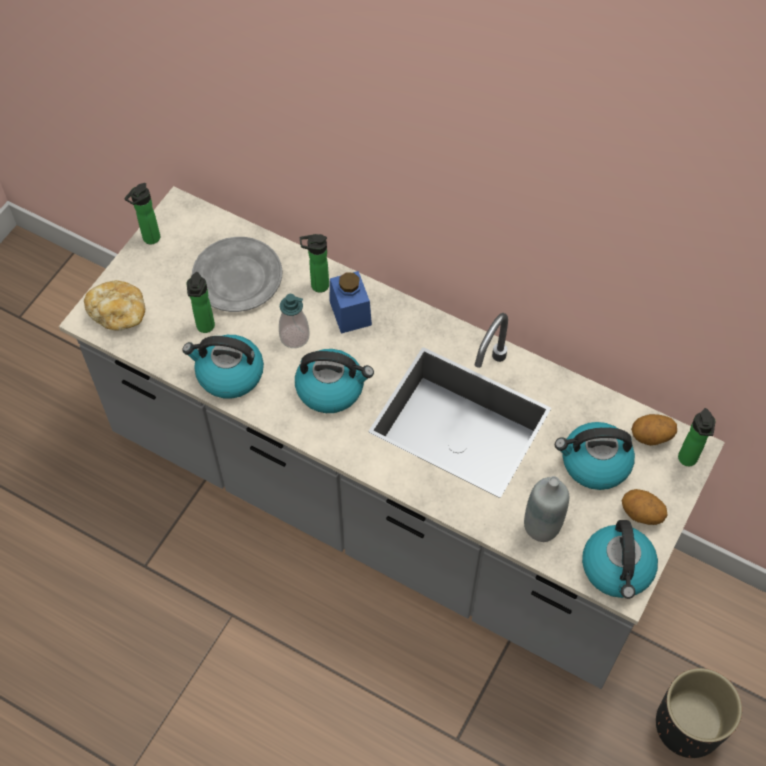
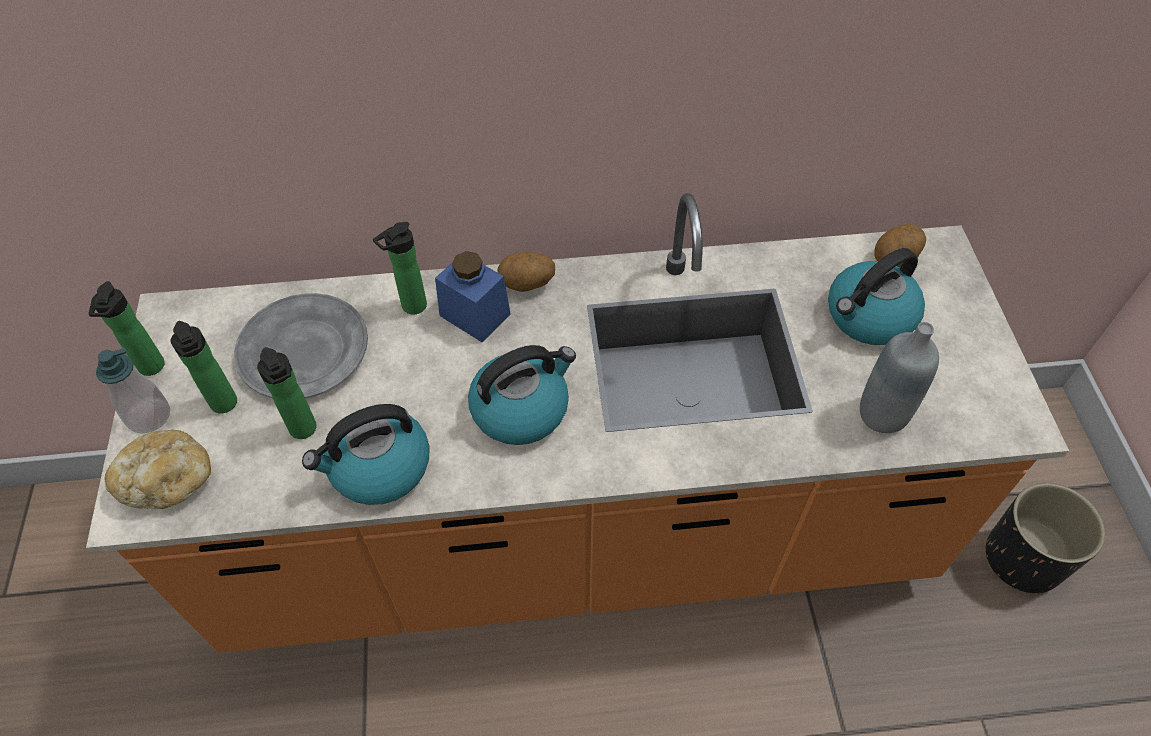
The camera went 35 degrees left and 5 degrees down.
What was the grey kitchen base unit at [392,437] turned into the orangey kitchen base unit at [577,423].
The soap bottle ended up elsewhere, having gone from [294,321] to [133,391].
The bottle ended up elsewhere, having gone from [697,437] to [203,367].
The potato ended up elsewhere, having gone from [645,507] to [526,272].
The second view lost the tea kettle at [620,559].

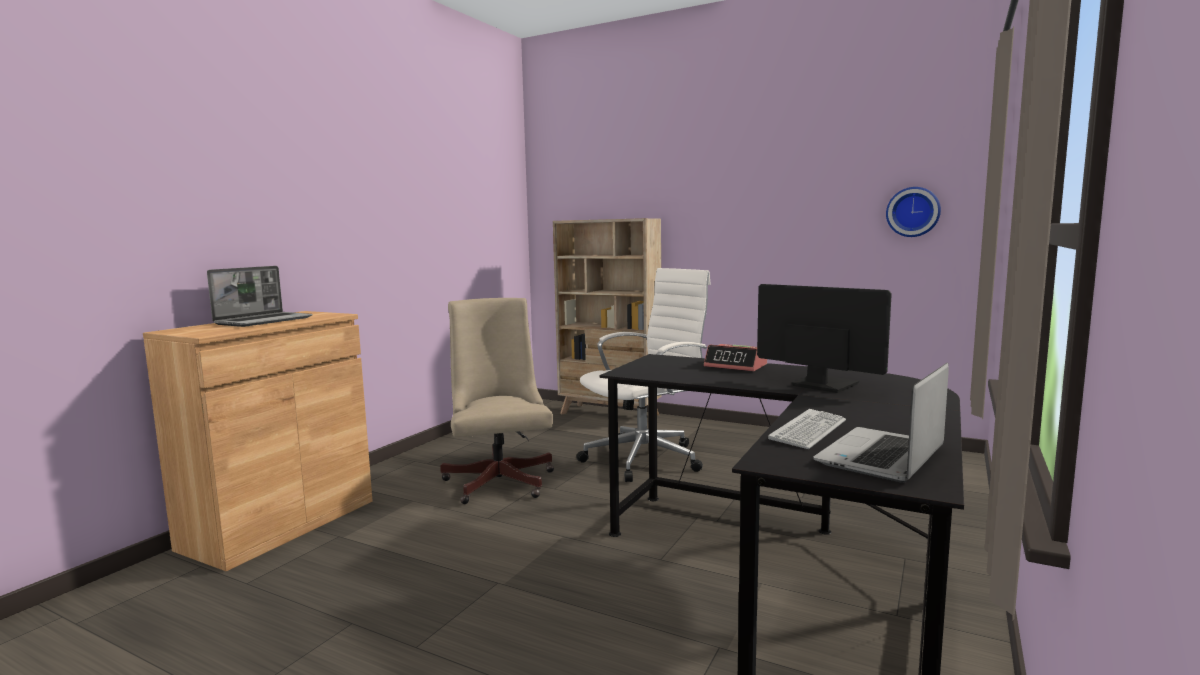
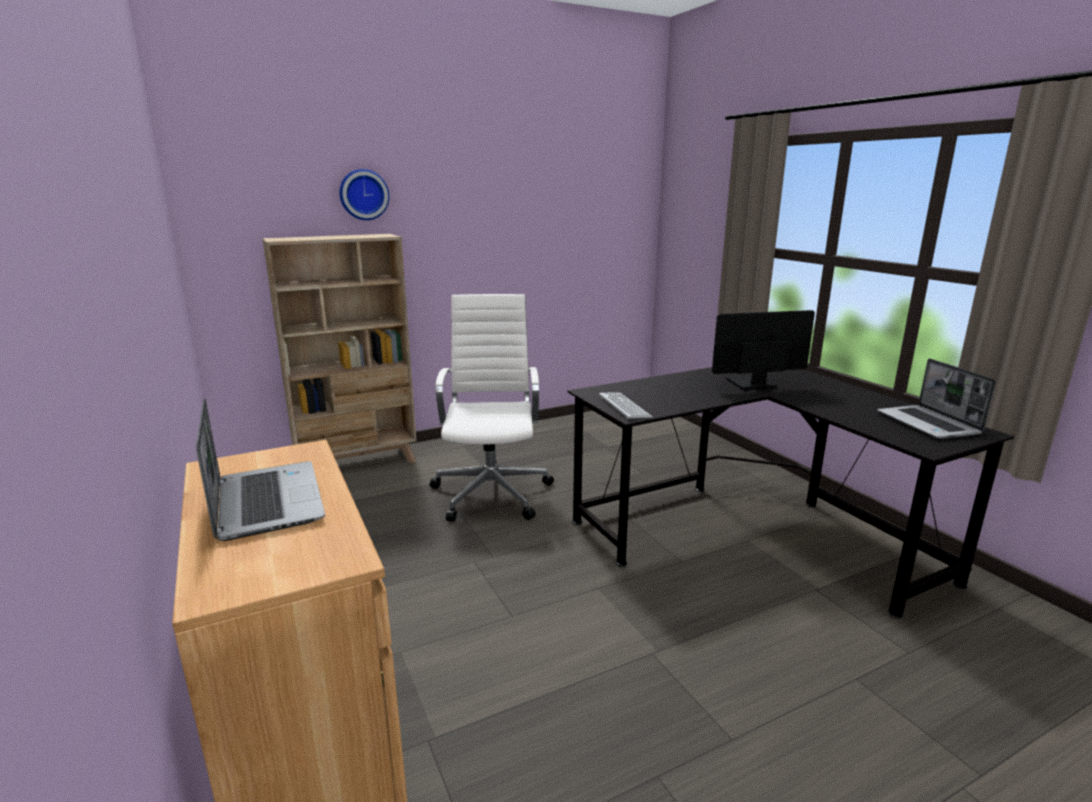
The camera went 55 degrees left and 10 degrees up.
The wall clock ended up elsewhere, having gone from [913,212] to [364,194].
The keyboard ended up elsewhere, having gone from [807,429] to [626,405].
The second view lost the beige office chair at [497,401].
The second view lost the bedside clock at [735,357].

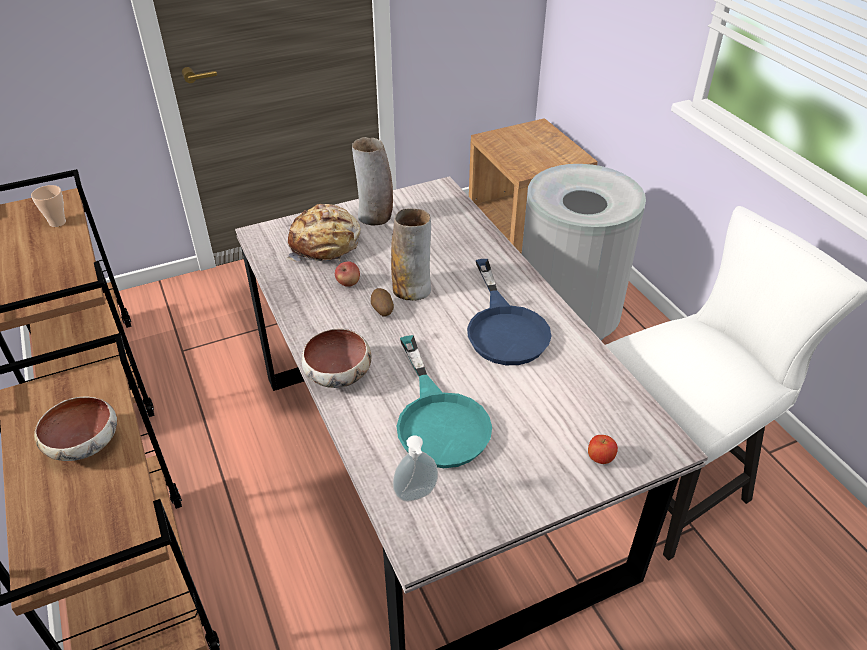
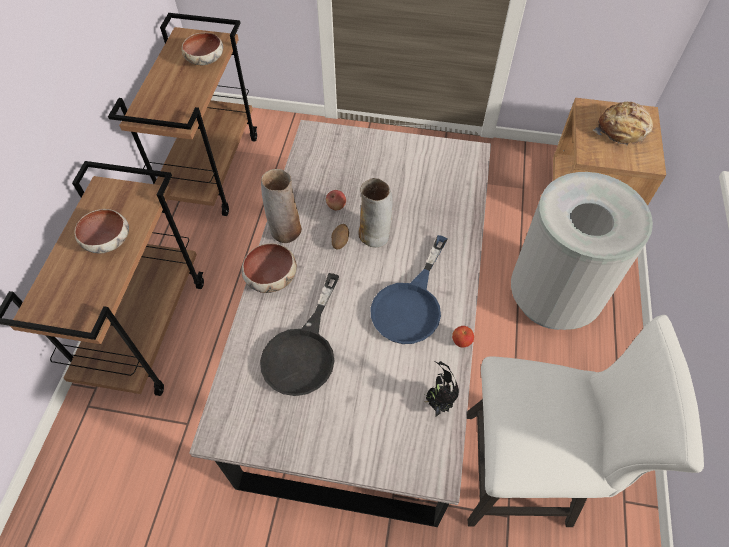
The camera went 35 degrees right and 15 degrees up.
Where the drinking cup stood at [48,206], the bowl came to stand at [202,49].
What was the turquoise-coloured skillet at [444,401] turned into the black-coloured skillet at [299,334].
The decorative vase ended up elsewhere, having gone from [372,181] to [281,206].
The second view gained the houseplant at [441,388].
The whole apple ended up elsewhere, having gone from [603,449] to [463,336].
The baked bread ended up elsewhere, having gone from [323,232] to [623,124].
The second view lost the soap bottle at [415,468].

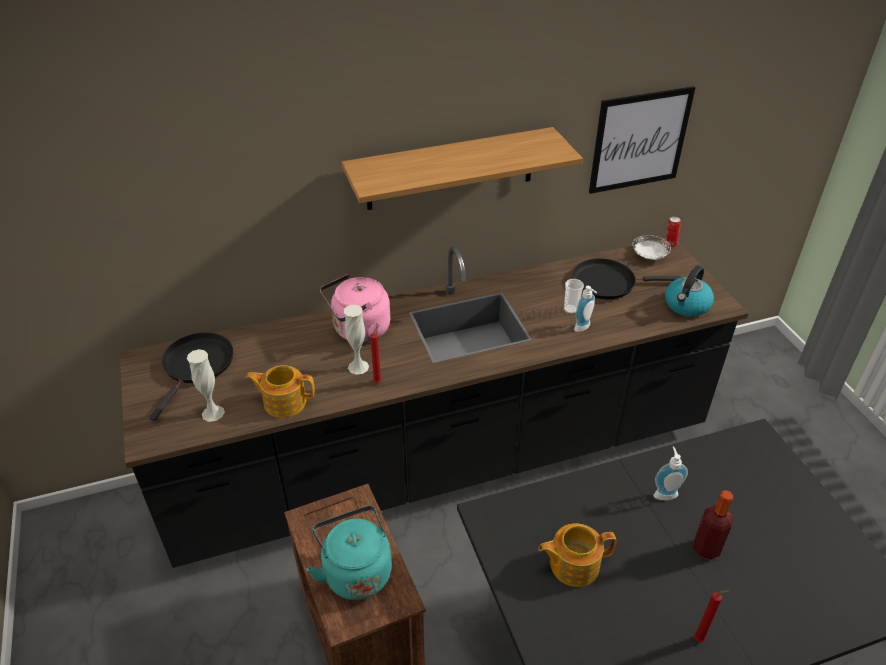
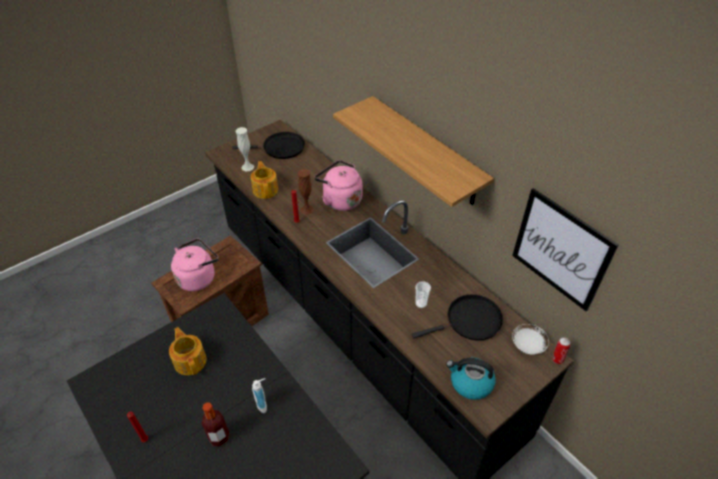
The camera went 70 degrees right and 5 degrees up.
What was the turquoise-coloured tea kettle at [349,553] turned into the pink tea kettle at [194,265].
What was the whitish decorative vase at [356,340] turned into the brown-coloured decorative vase at [306,192].
The black-coloured skillet at [626,278] ended up facing another way, 90 degrees clockwise from before.
The second view lost the soap bottle at [585,309].

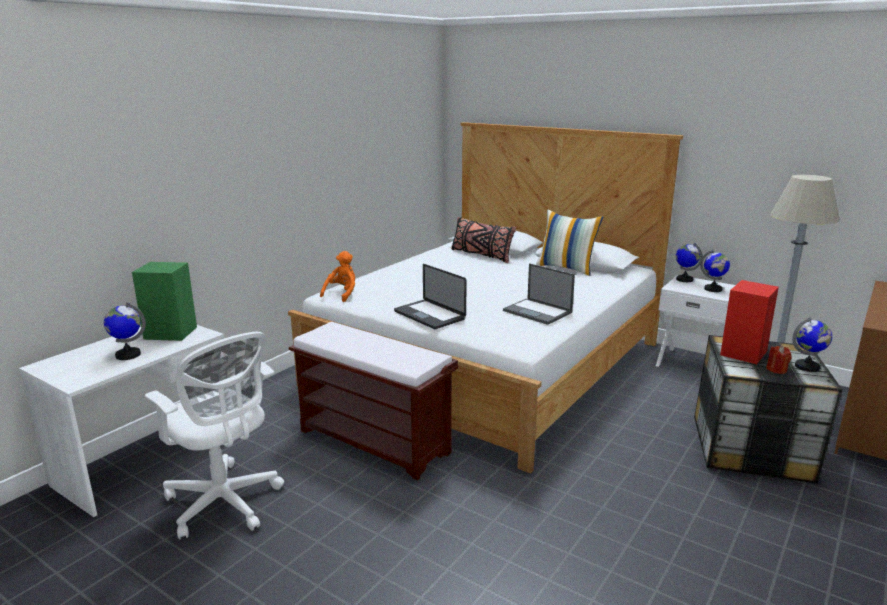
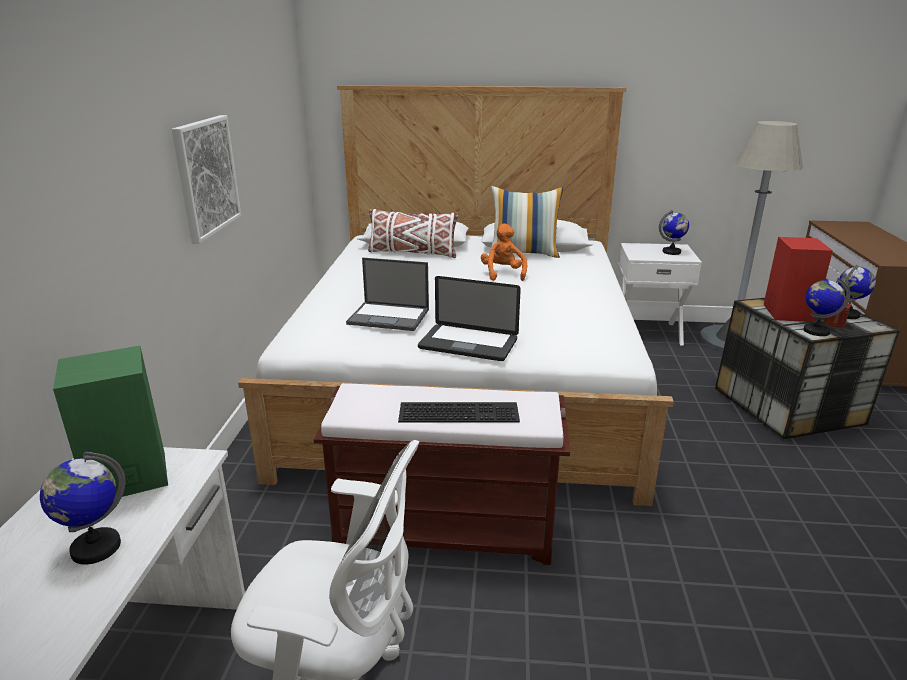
The camera went 30 degrees left and 5 degrees up.
The second view gained the wall picture at [206,179].
The portable computer ended up elsewhere, having gone from [539,294] to [387,294].
What was the black-coloured throw pillow at [483,240] turned into the whitish throw pillow at [413,233].
The second view gained the keyboard at [459,412].
The orangey soft toy ended up elsewhere, having gone from [337,276] to [504,252].
The world globe ended up elsewhere, having gone from [689,262] to [826,307].

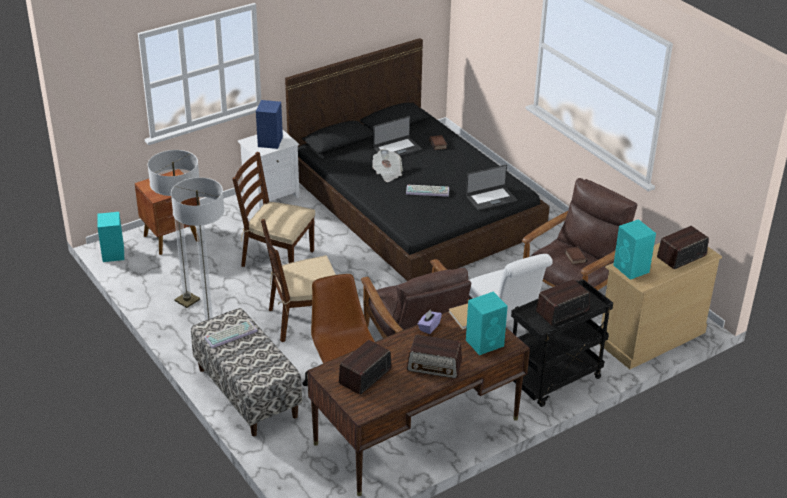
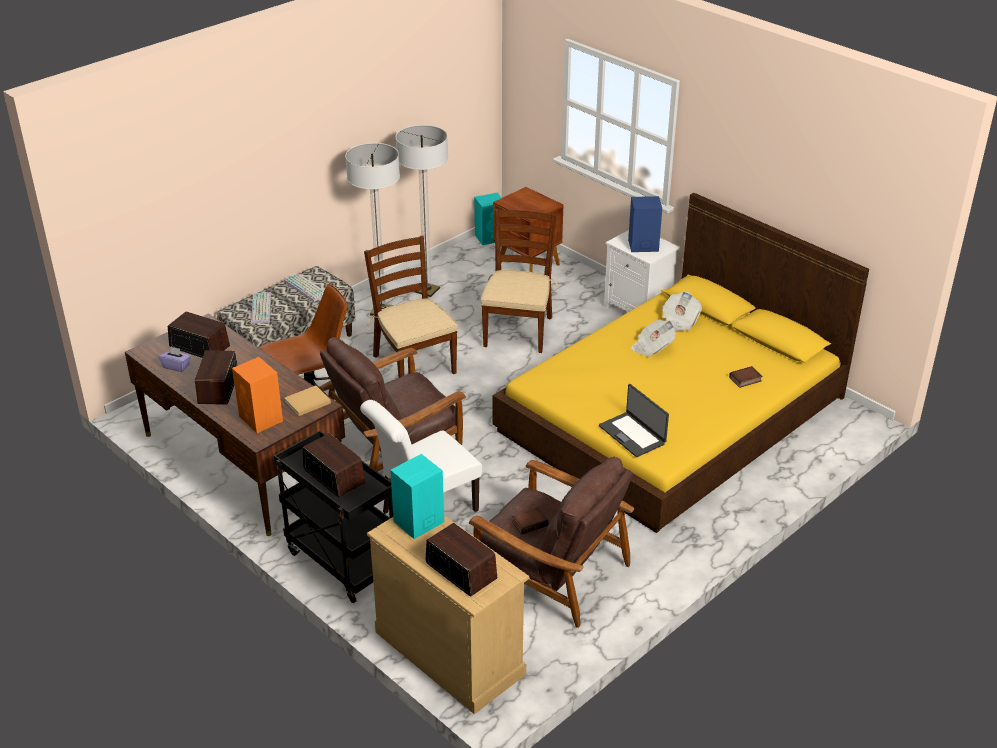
The camera went 80 degrees right and 0 degrees up.
The purple-coloured tissue holder ended up elsewhere, having gone from [430,321] to [175,359].
What was the turquoise-coloured speaker at [487,323] turned into the orangey speaker at [257,395].
The keyboard ended up elsewhere, having gone from [427,191] to [261,308].
What was the black-coloured bedroom bed at [417,159] turned into the yellow bedroom bed at [681,363].
The second view gained the daily paper at [682,311].
The second view lost the portable computer at [397,136].

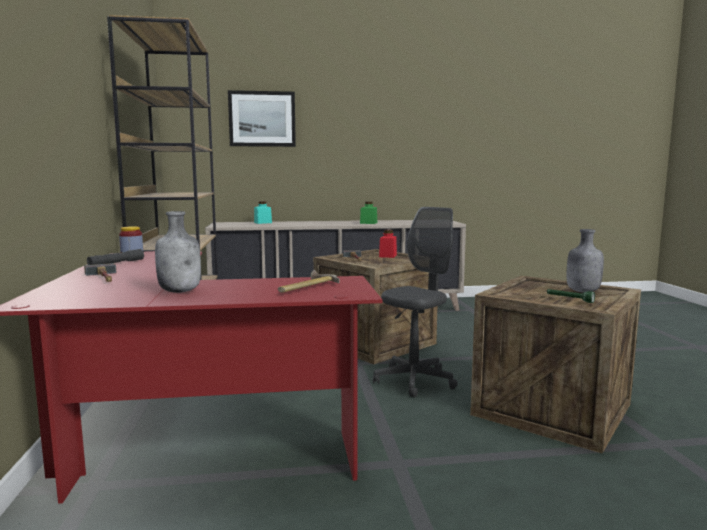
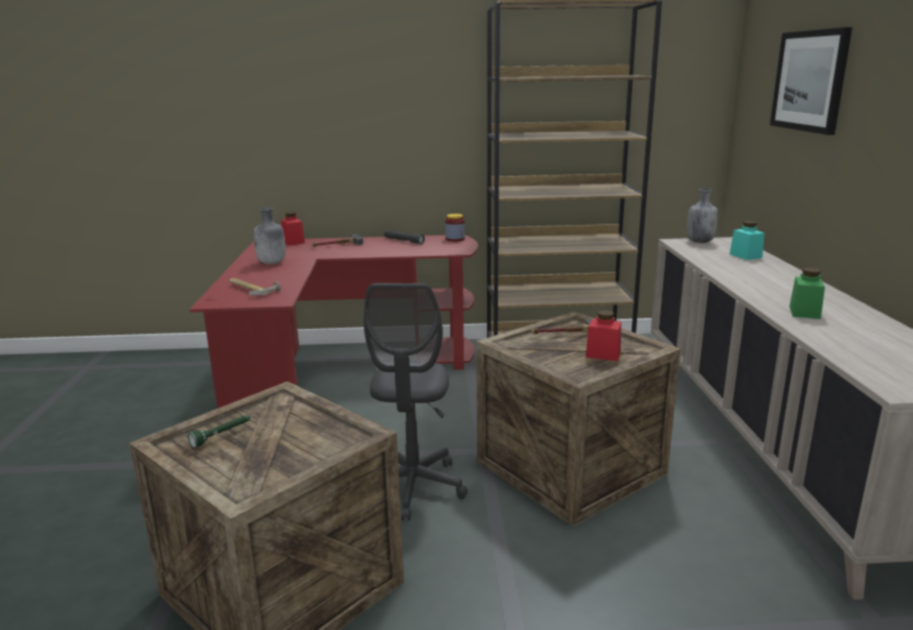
The camera went 95 degrees right and 10 degrees up.
The second view gained the red-coloured jar at [293,228].
The grey office chair at [415,302] ended up facing another way, 45 degrees clockwise from before.
The grey bottle ended up elsewhere, having gone from [585,260] to [702,215].

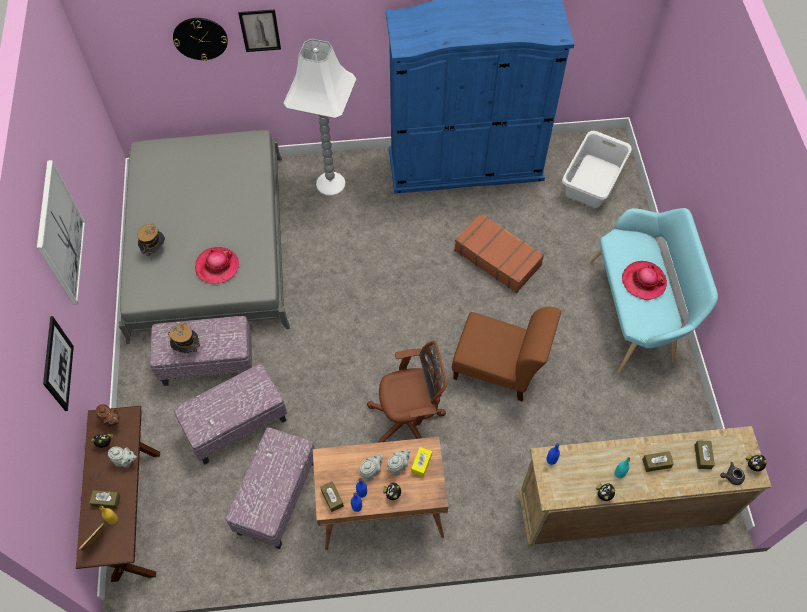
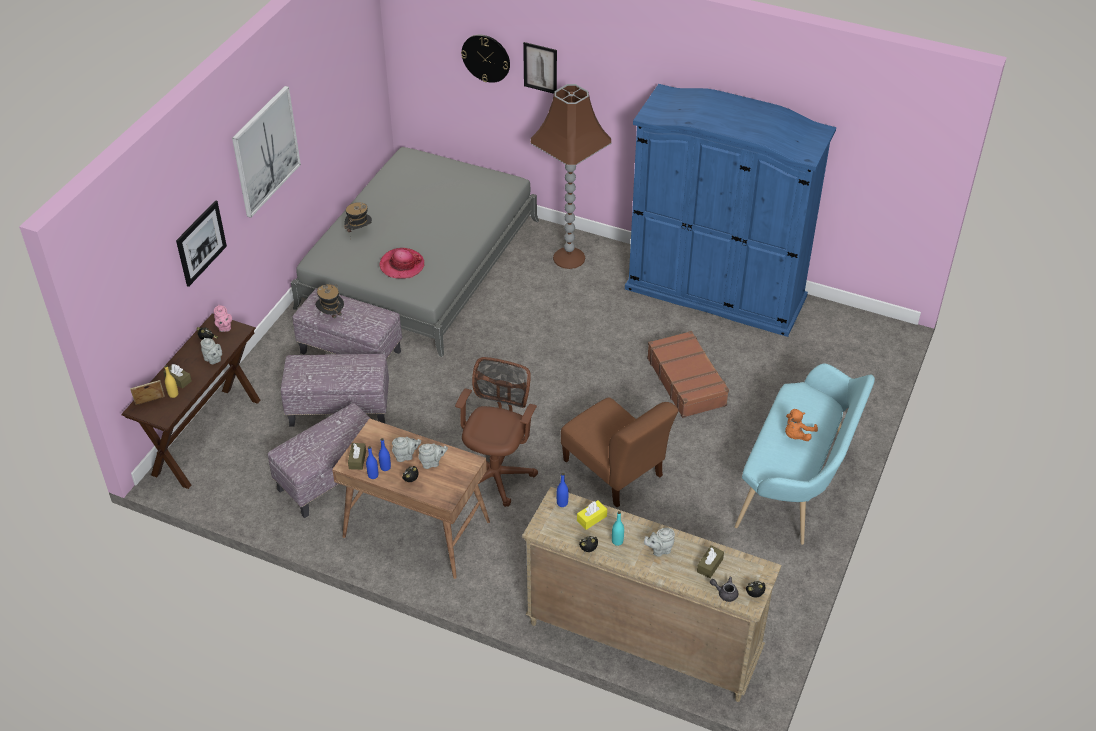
The camera went 30 degrees right and 15 degrees down.
What was the brown-coloured teapot at [107,416] turned into the pink teapot at [223,318].
The brown-coloured office chair at [407,392] ended up facing another way, 90 degrees counterclockwise from before.
What was the whitish standing lamp at [319,117] turned into the brown-coloured standing lamp at [570,176].
The yellow tissue holder ended up elsewhere, having gone from [421,462] to [592,515].
Where the brown-coloured tissue holder stood at [658,461], the grey teapot came to stand at [659,542].
Where the hat stood at [644,280], the orangey soft toy came to stand at [801,425].
The second view lost the whitish washing basket at [597,169].

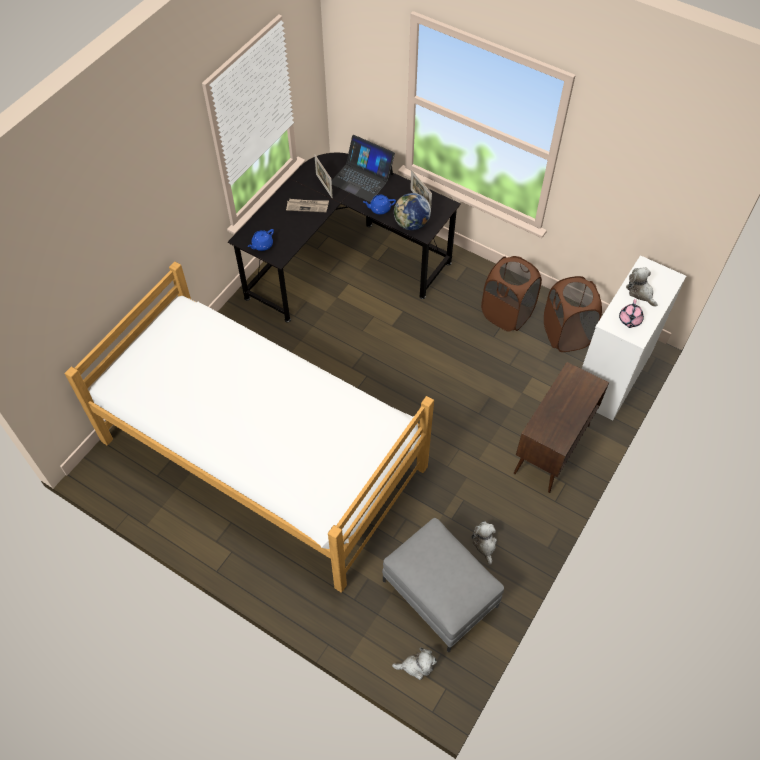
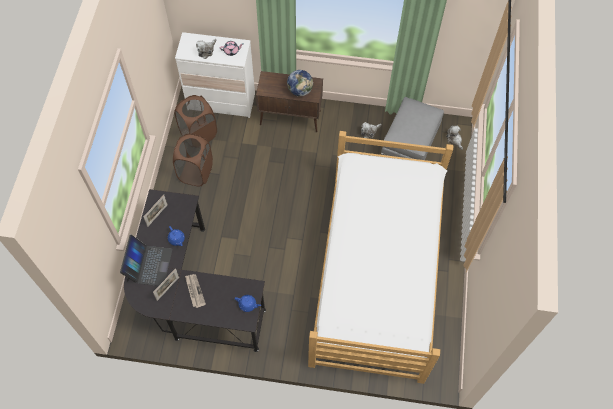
The camera went 115 degrees left and 5 degrees up.
The world globe ended up elsewhere, having gone from [412,211] to [300,83].

